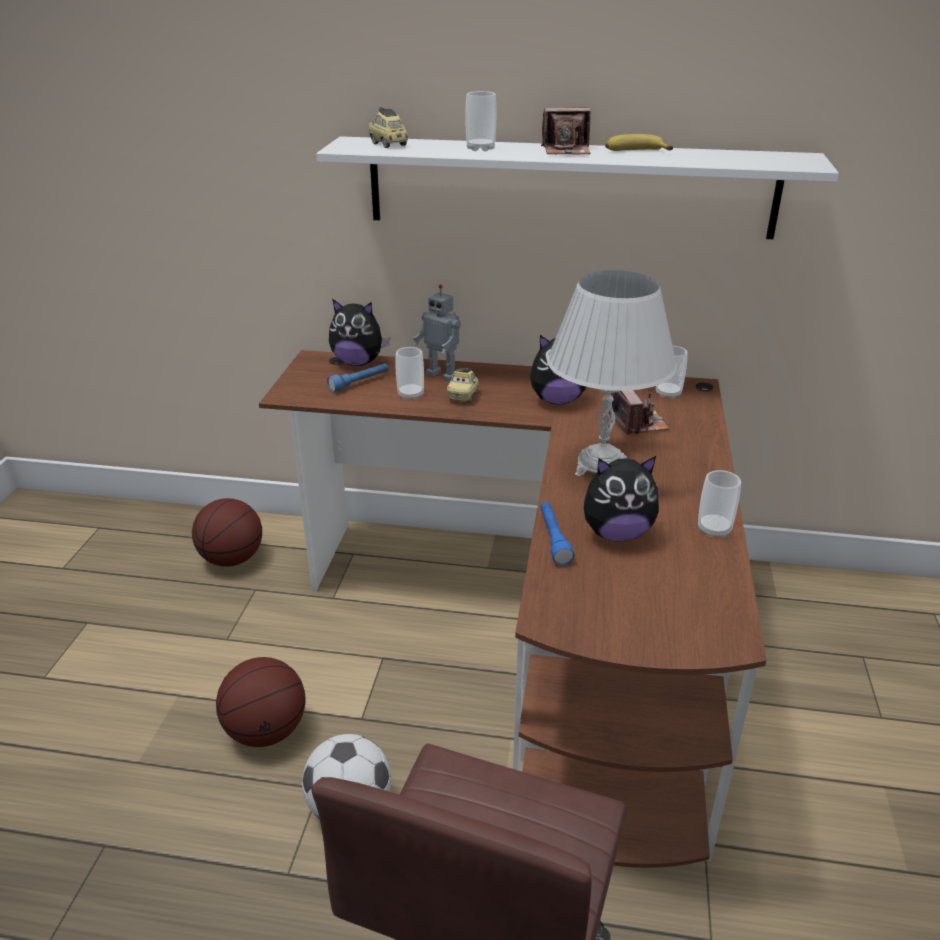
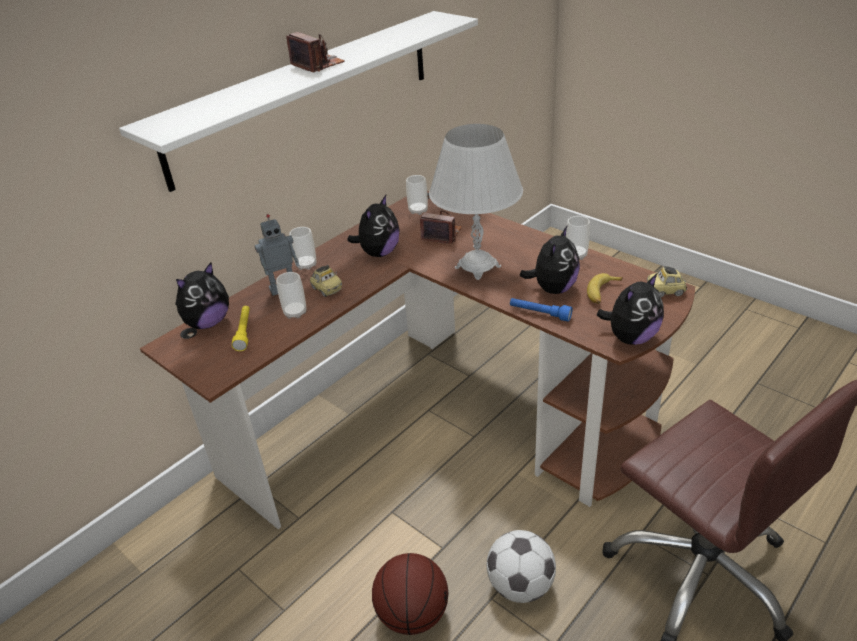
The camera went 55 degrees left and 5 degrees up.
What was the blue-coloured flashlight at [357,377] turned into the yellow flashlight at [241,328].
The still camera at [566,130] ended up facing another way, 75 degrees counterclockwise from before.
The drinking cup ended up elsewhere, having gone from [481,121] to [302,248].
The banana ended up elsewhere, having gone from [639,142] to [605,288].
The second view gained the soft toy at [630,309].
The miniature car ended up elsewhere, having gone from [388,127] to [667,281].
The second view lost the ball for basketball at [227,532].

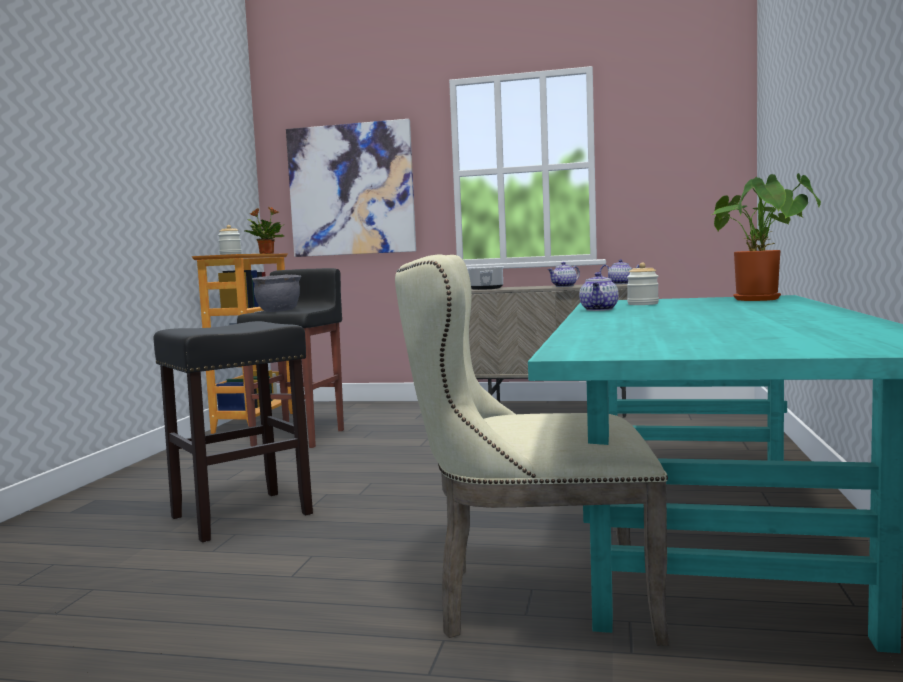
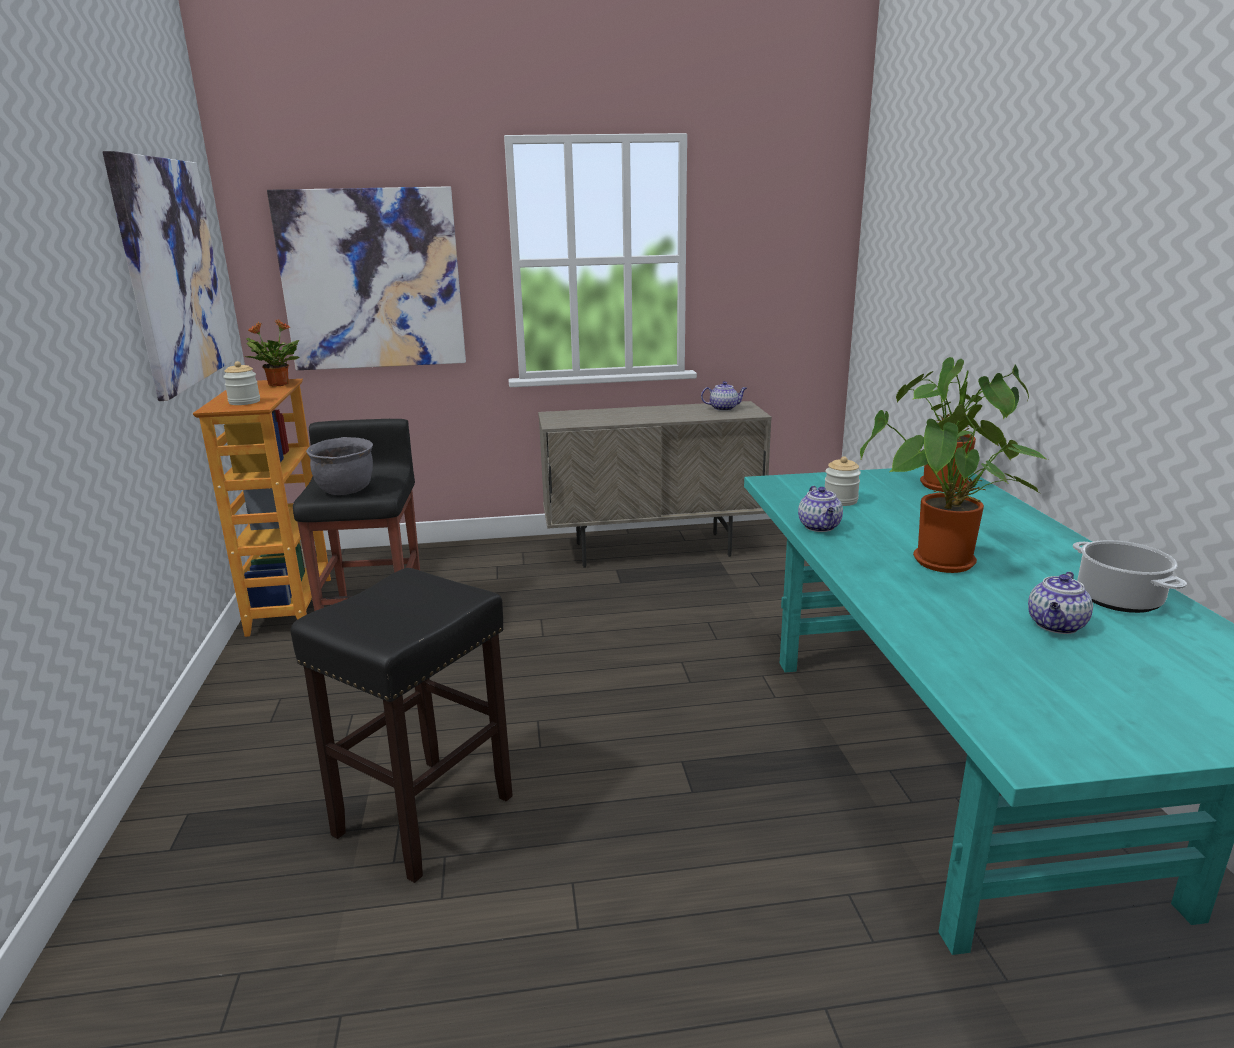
The camera went 20 degrees left and 15 degrees up.
The second view gained the wall picture at [168,276].
The second view gained the houseplant at [954,488].
The teapot ended up elsewhere, having gone from [564,274] to [1060,603].
The cooking pot ended up elsewhere, having gone from [485,278] to [1130,576].
The second view lost the beige plain chair at [532,450].

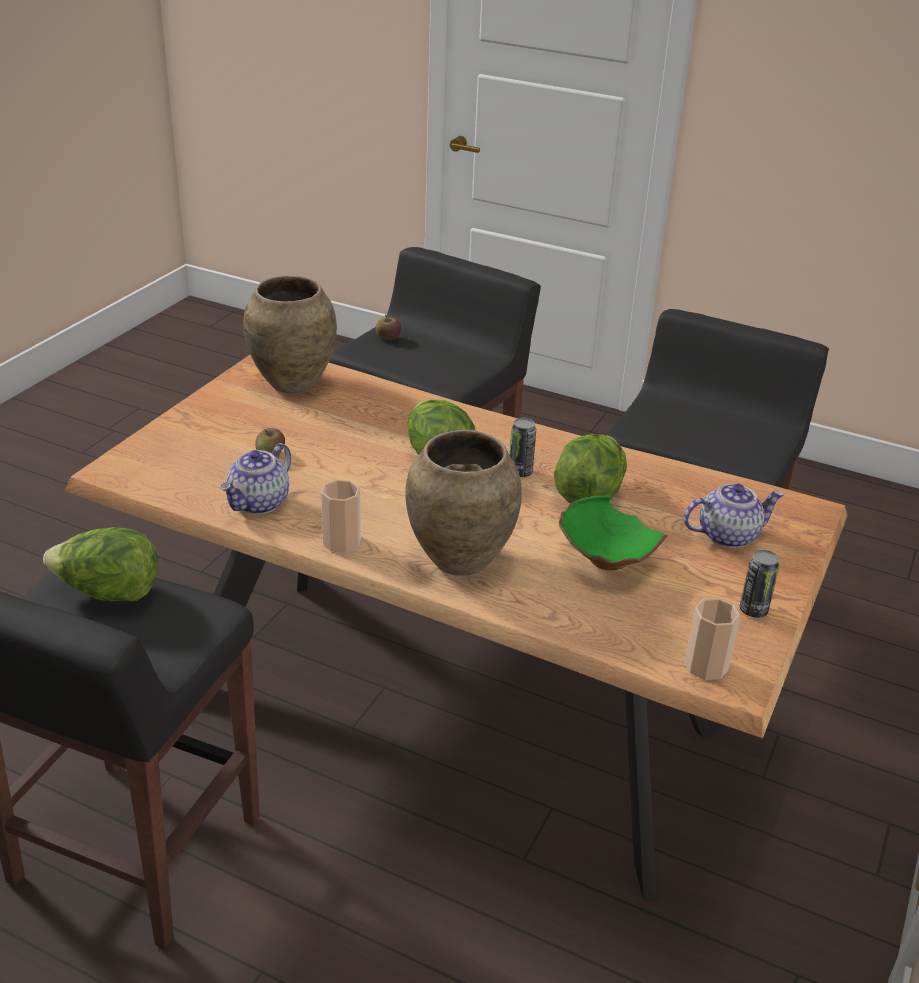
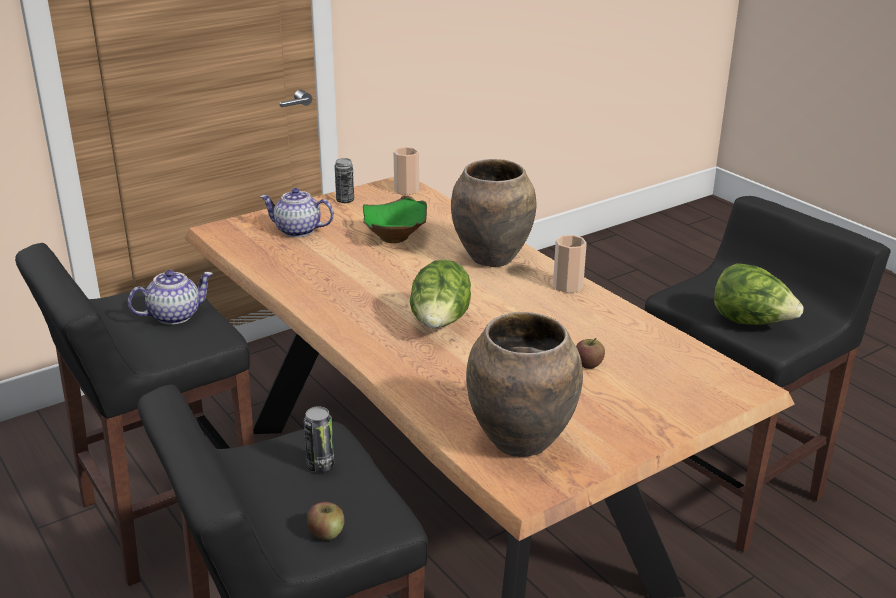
The camera went 150 degrees left and 5 degrees down.
The teapot ended up elsewhere, having gone from [255,478] to [170,297].
The metal can ended up elsewhere, having gone from [523,447] to [319,439].
The second view lost the lettuce head at [590,468].

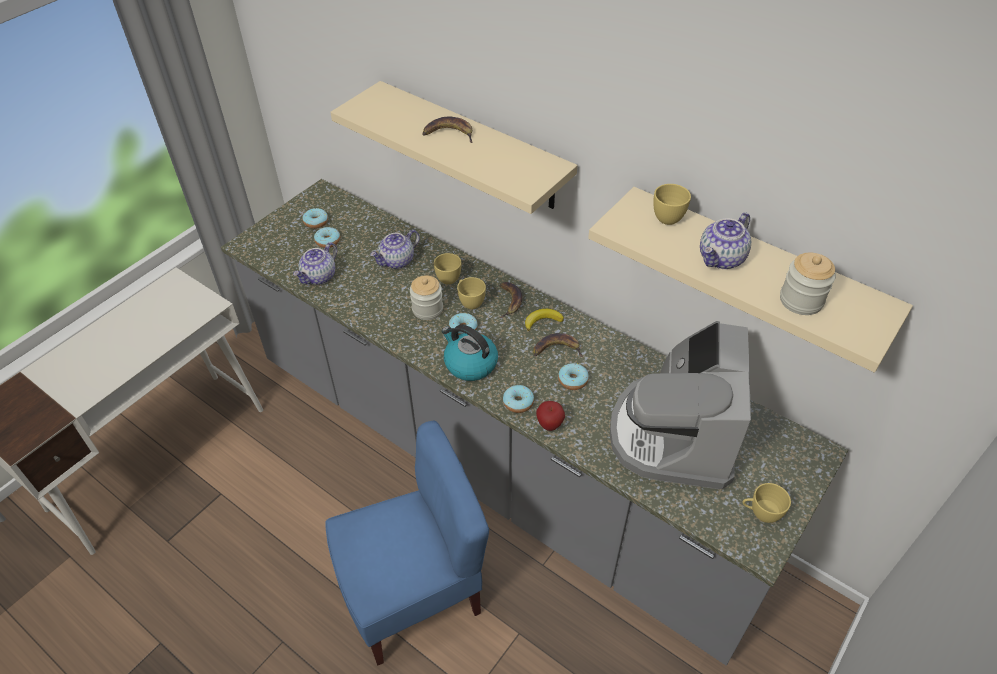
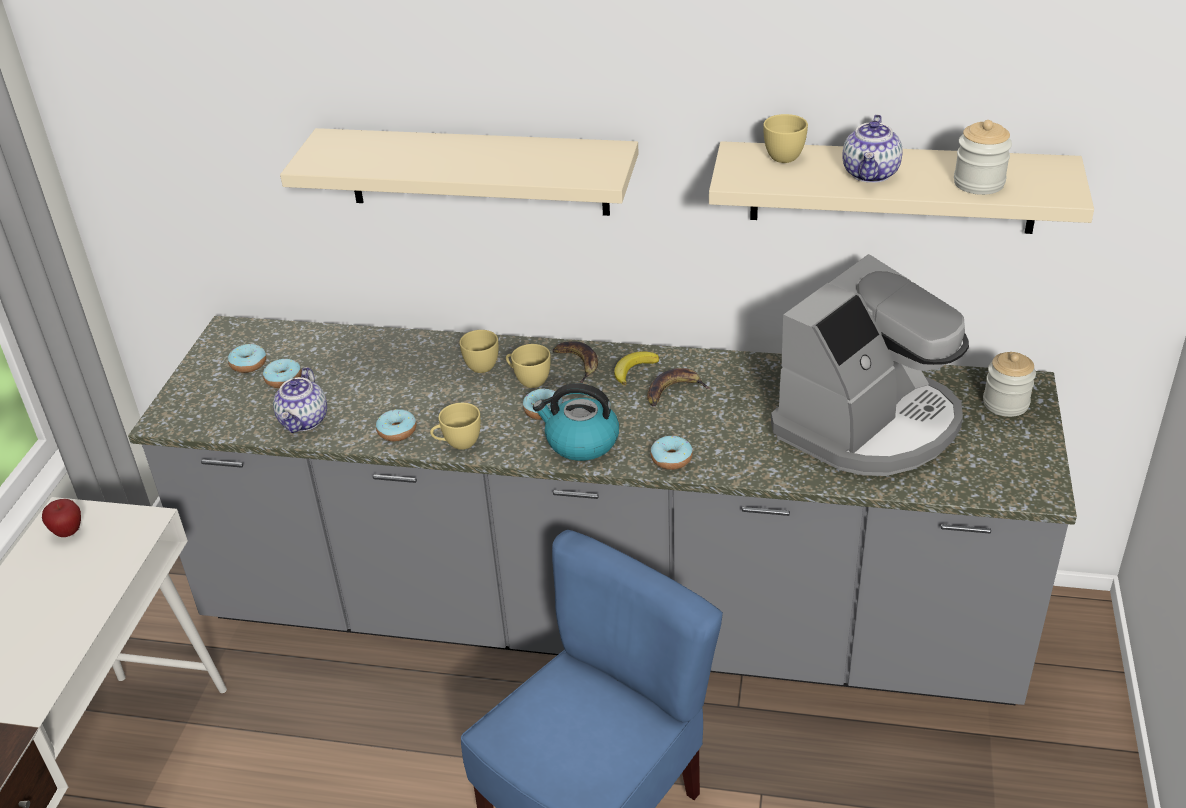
The camera went 25 degrees left and 10 degrees down.
The whole apple ended up elsewhere, having gone from [550,416] to [61,518].
The donut ended up elsewhere, having gone from [573,376] to [396,425].
The yellow drinking cup ended up elsewhere, having gone from [766,503] to [455,426].
The coffee brewer at [680,405] ended up facing another way, 120 degrees counterclockwise from before.
The jar ended up elsewhere, having gone from [426,297] to [1009,384].
The second view lost the teapot at [395,249].
The second view lost the banana at [447,130].

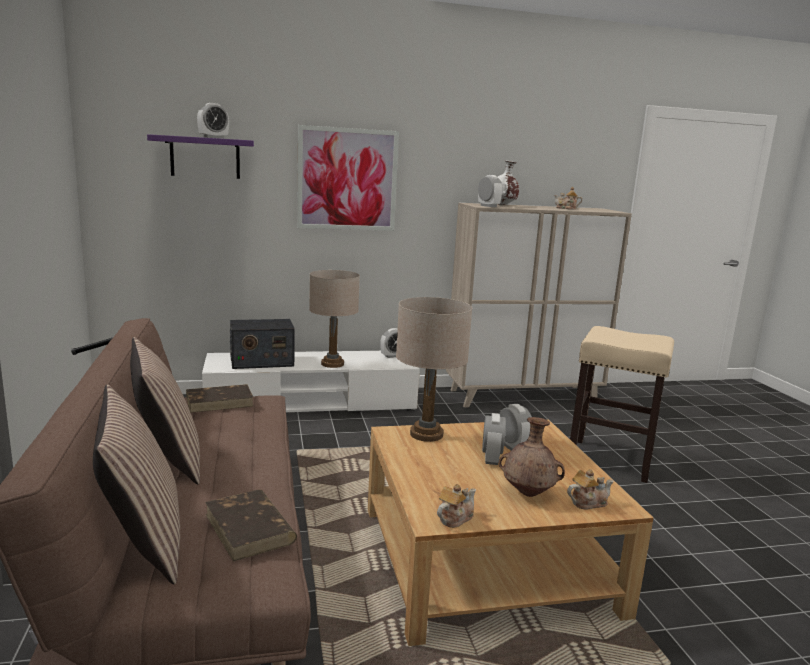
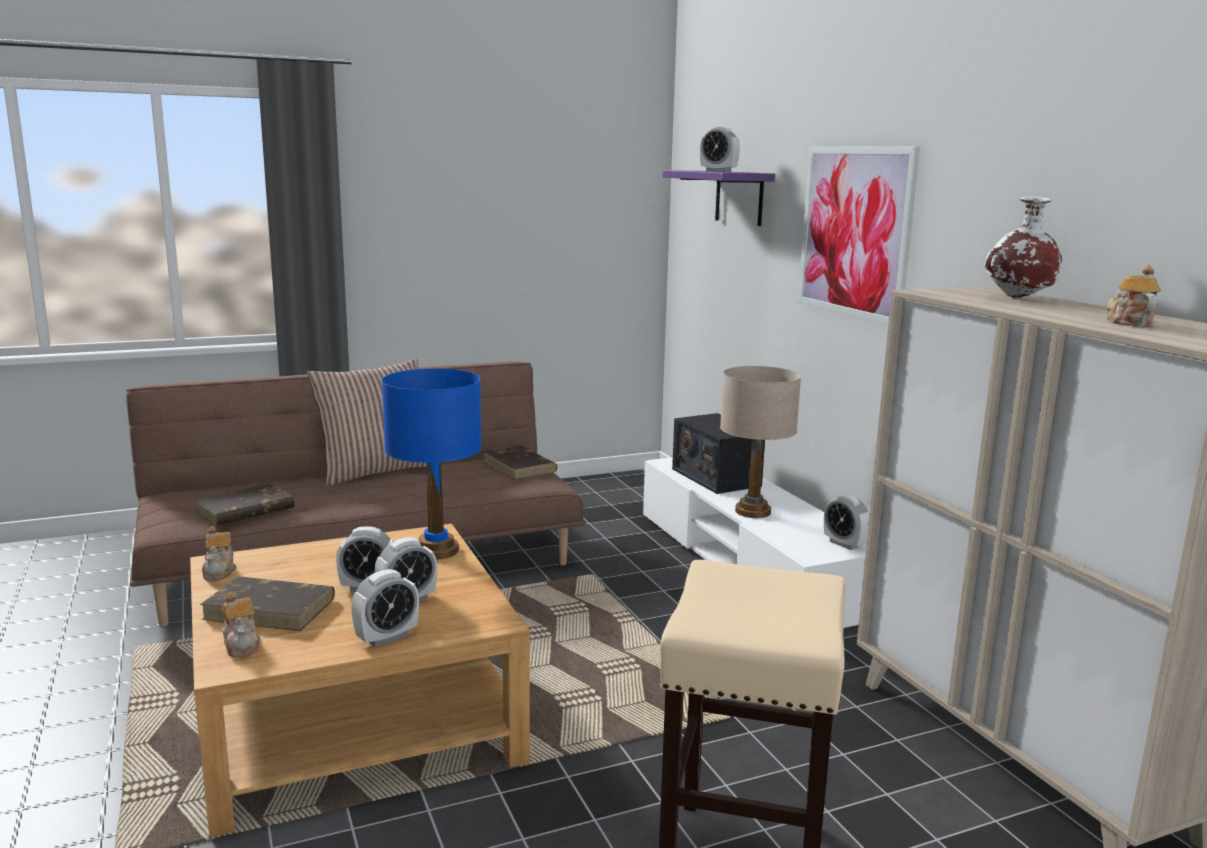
The camera went 80 degrees right and 0 degrees up.
Where the brown-coloured decorative vase stood at [532,457], the brown-coloured bound book came to stand at [267,603].
The teapot at [456,506] ended up facing another way, 45 degrees clockwise from before.
The bedside clock ended up elsewhere, having gone from [490,191] to [385,608].
What was the beige lamp for a table at [434,369] turned into the blue-coloured lamp for a table at [432,464].
The second view lost the throw pillow at [136,484].

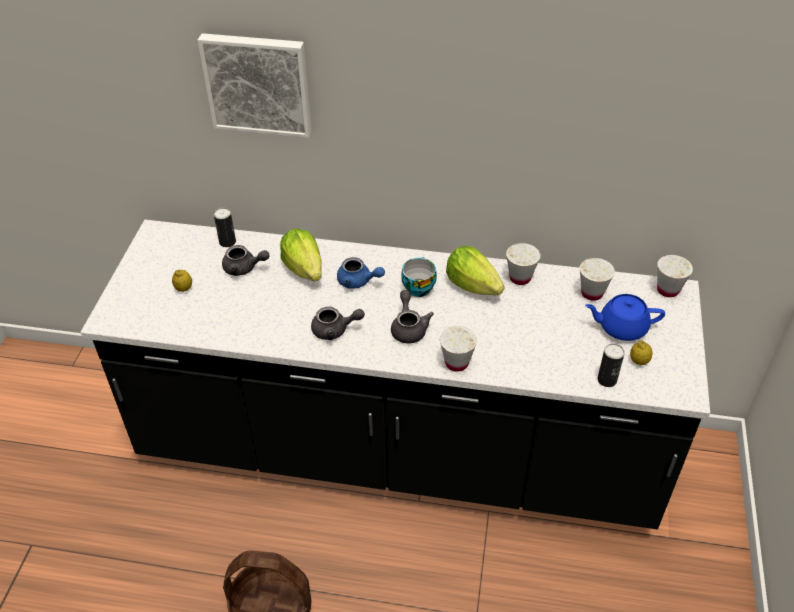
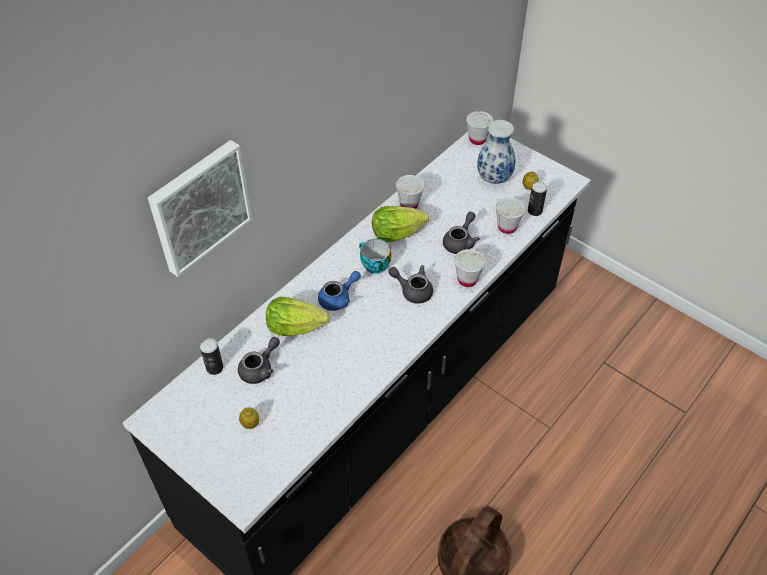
The camera went 60 degrees left and 5 degrees up.
The grey teapot ended up elsewhere, having gone from [338,323] to [461,233].
Where the blue-coloured teapot stood at [625,317], the decorative vase came to stand at [496,152].
The whitish drinking cup ended up elsewhere, having gone from [597,279] to [510,215].

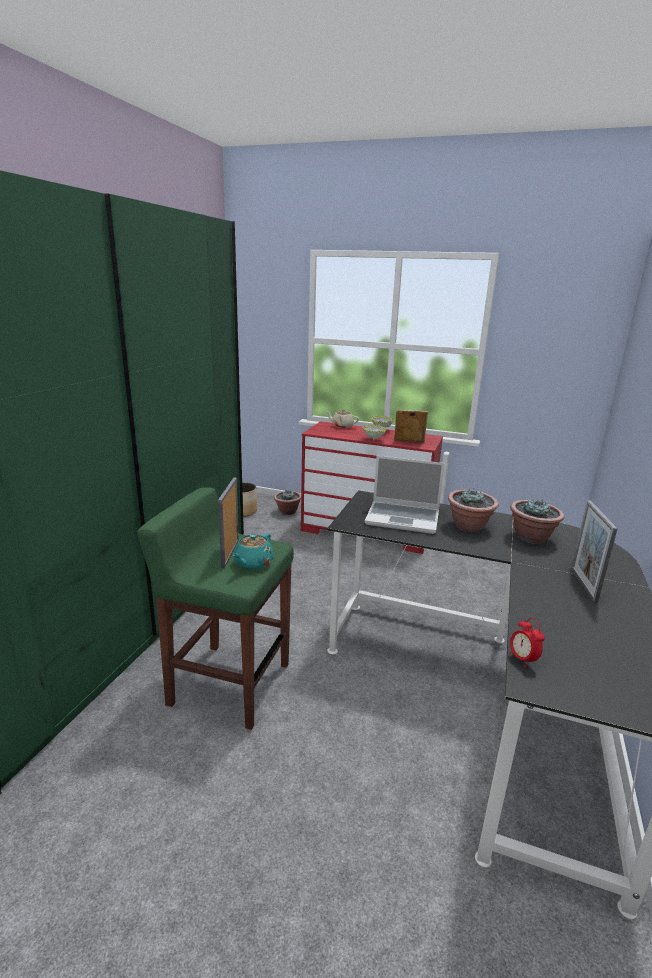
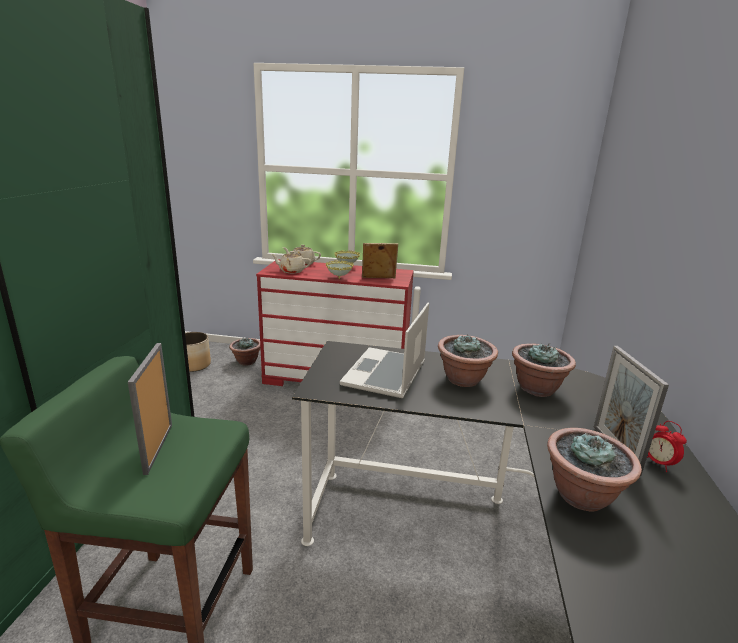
The camera went 10 degrees left and 0 degrees up.
The second view gained the beige teapot at [291,262].
The portable computer at [405,495] ended up facing another way, 105 degrees clockwise from before.
The second view gained the houseplant at [594,470].
The bedside clock ended up elsewhere, having gone from [527,643] to [667,446].
The second view lost the turquoise-coloured teapot at [253,551].

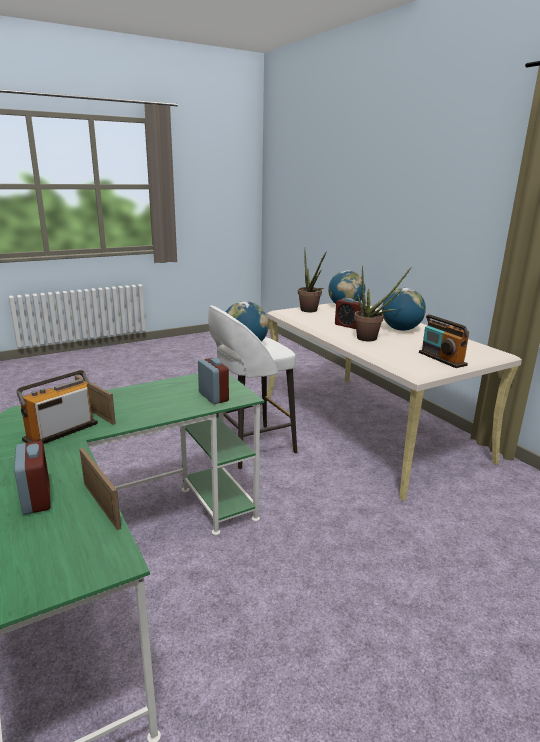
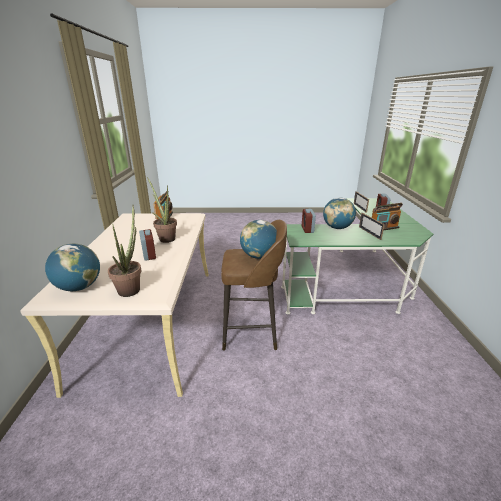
The camera went 150 degrees left and 5 degrees up.
What was the whitish stool at [252,387] turned into the brown-coloured stool at [254,285].
The world globe ended up elsewhere, having gone from [404,309] to [339,213].

